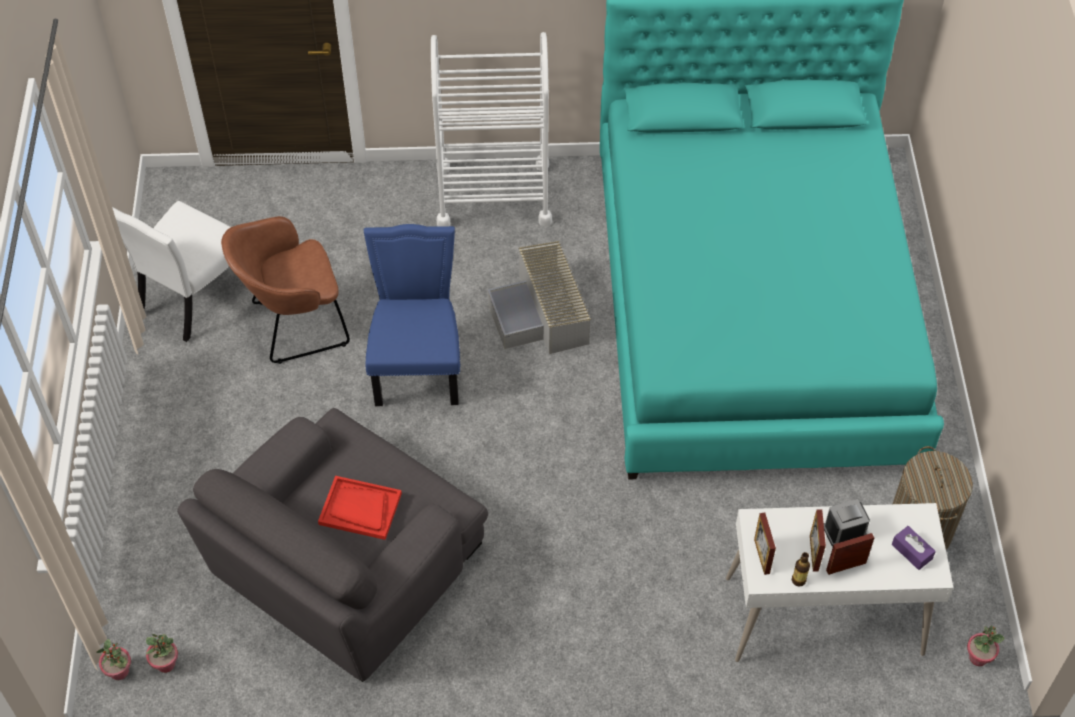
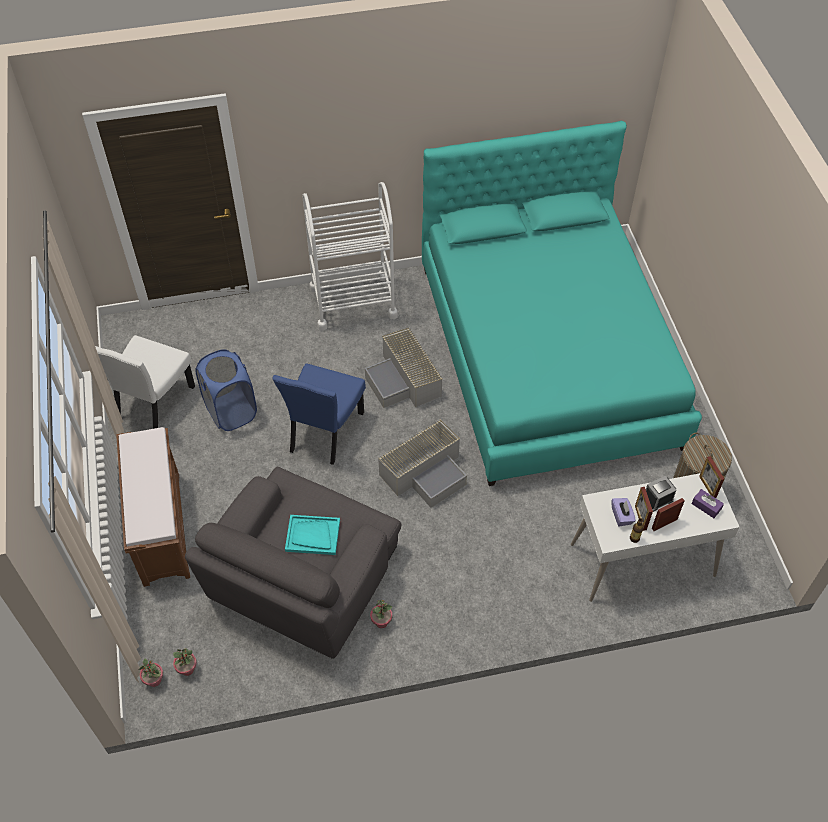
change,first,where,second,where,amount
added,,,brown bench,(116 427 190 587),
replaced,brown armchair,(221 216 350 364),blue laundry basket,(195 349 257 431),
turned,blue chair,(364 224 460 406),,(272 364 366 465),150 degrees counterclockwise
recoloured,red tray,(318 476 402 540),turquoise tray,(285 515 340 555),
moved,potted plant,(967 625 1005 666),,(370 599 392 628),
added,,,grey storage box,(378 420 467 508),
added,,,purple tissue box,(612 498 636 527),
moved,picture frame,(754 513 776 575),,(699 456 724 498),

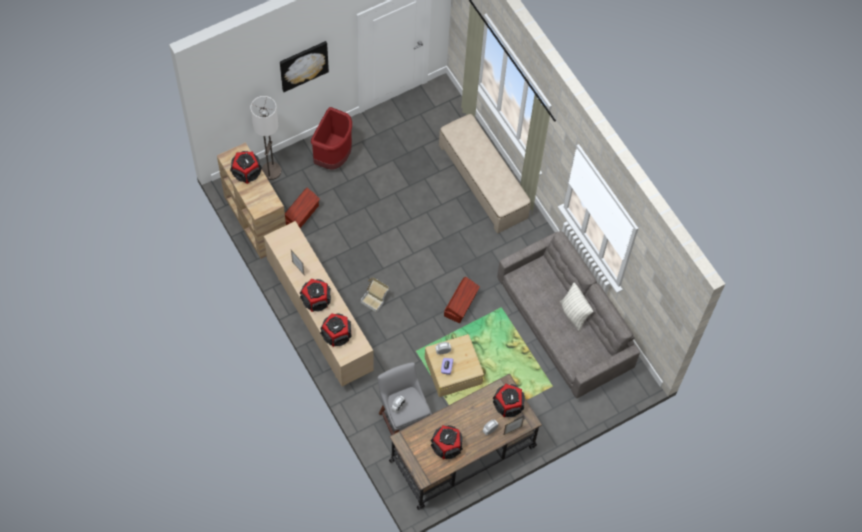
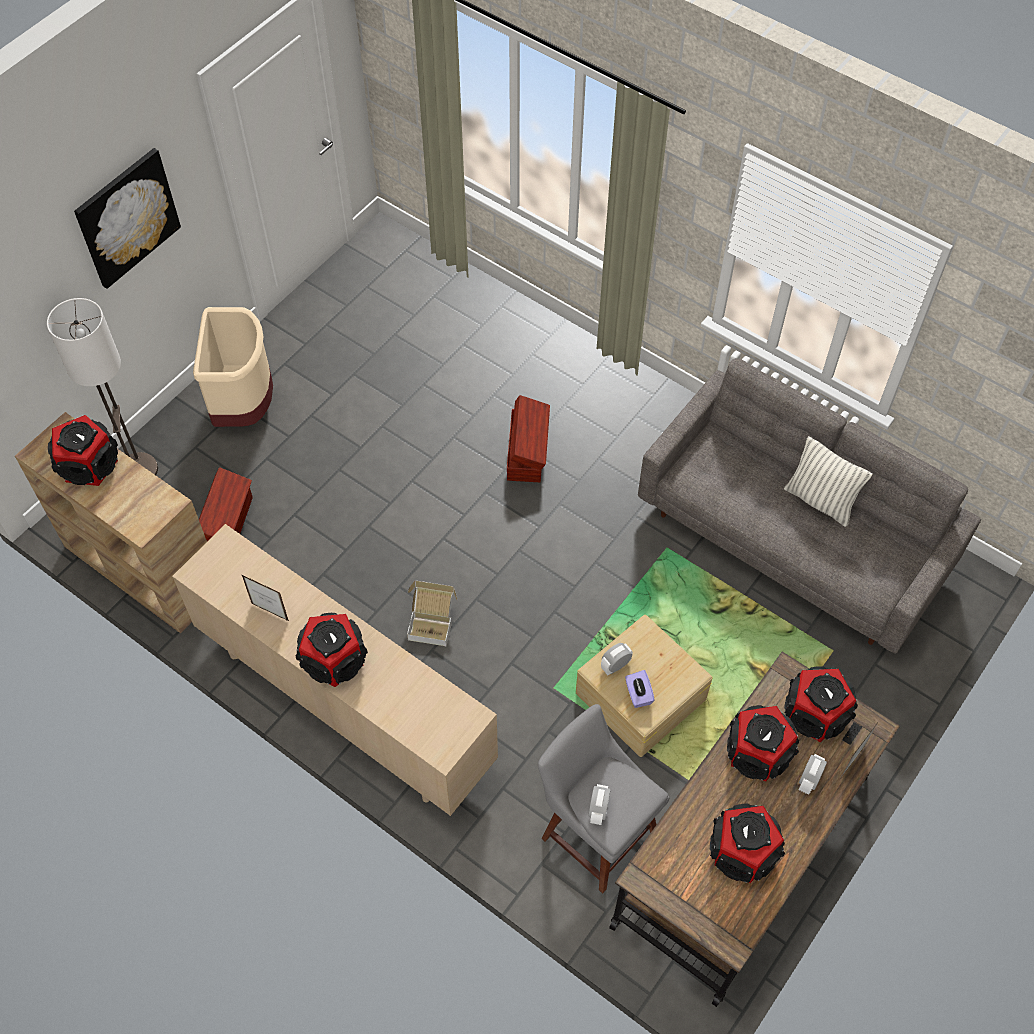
change,first,where,second,where,amount
recoloured,red trash can,(311 107 352 170),beige trash can,(193 307 273 427),
moved,brown storage box,(444 277 480 324),,(507 395 550 482),
moved,speaker,(320 313 352 347),,(727 705 799 781),
removed,beige bench,(439 114 531 233),,,

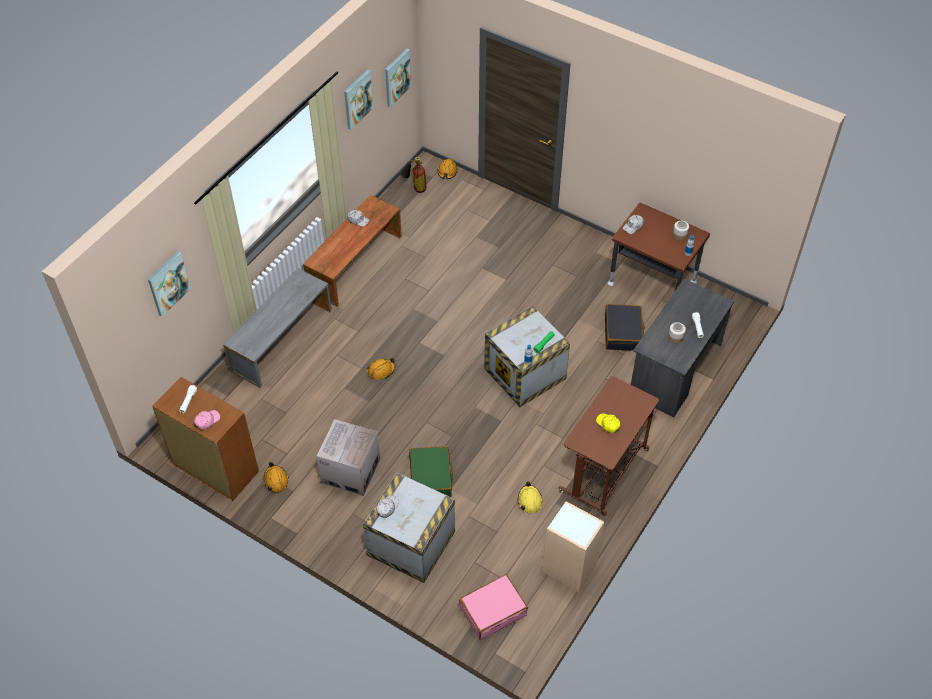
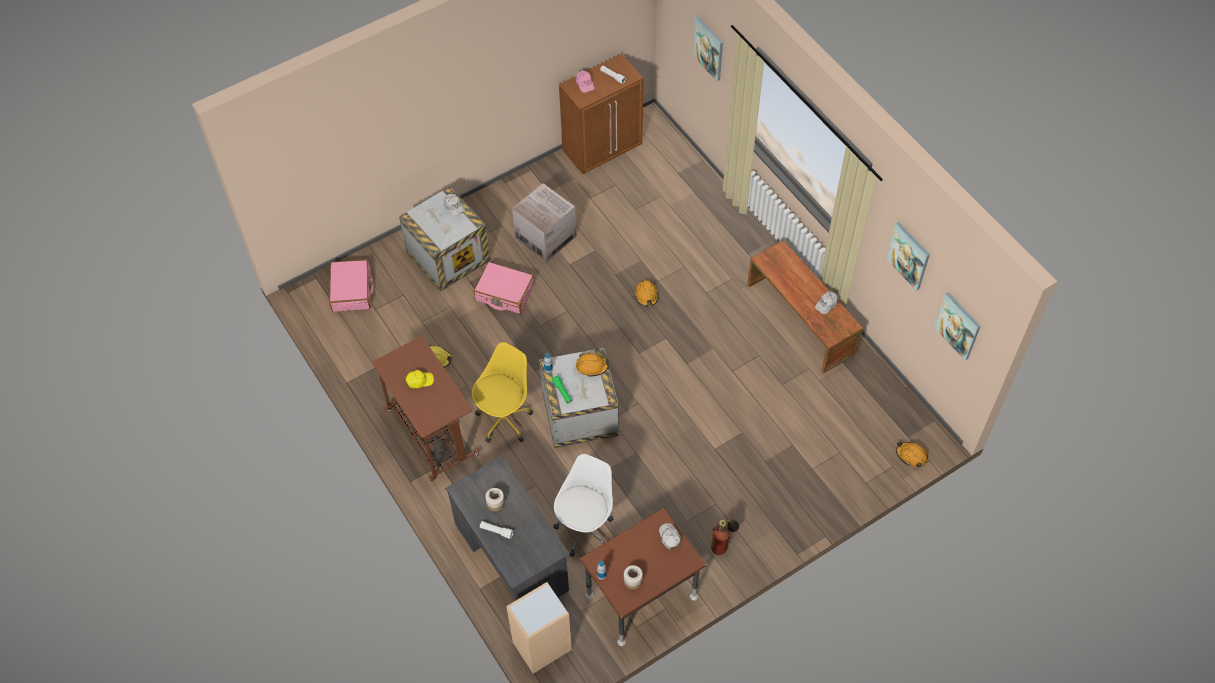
change,first,where,second,where,amount
added,,,yellow office chair,(472 342 533 443),
recoloured,green suitcase,(409 446 453 497),pink suitcase,(474 262 535 314),
moved,bookcase,(542 501 604 592),,(506 582 572 674),
replaced,black suitcase,(605 304 645 351),white office chair,(553 454 613 557),
moved,orange hard hat,(264 462 289 492),,(576 353 610 377),
moved,fire extinguisher,(401 157 426 193),,(711 519 739 555),
removed,grey bench,(223 268 332 388),,,

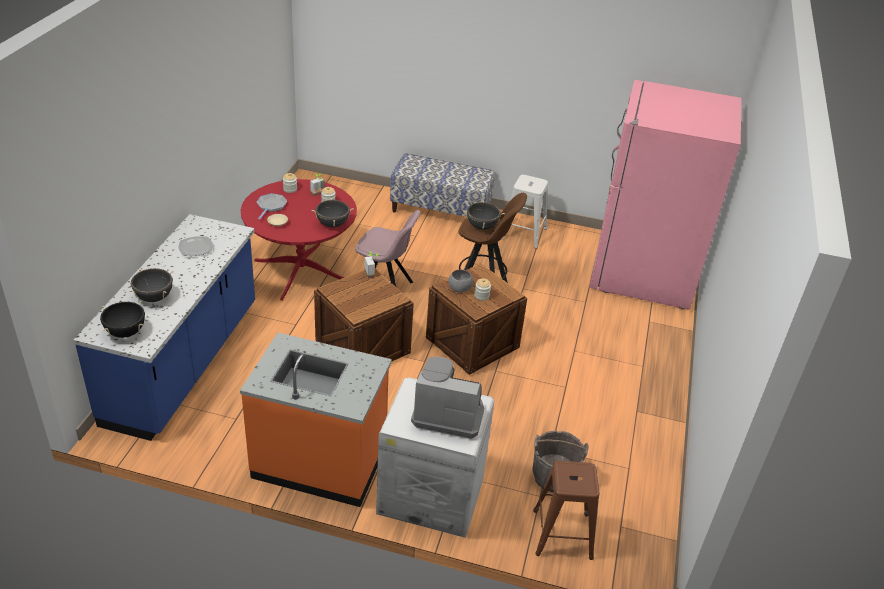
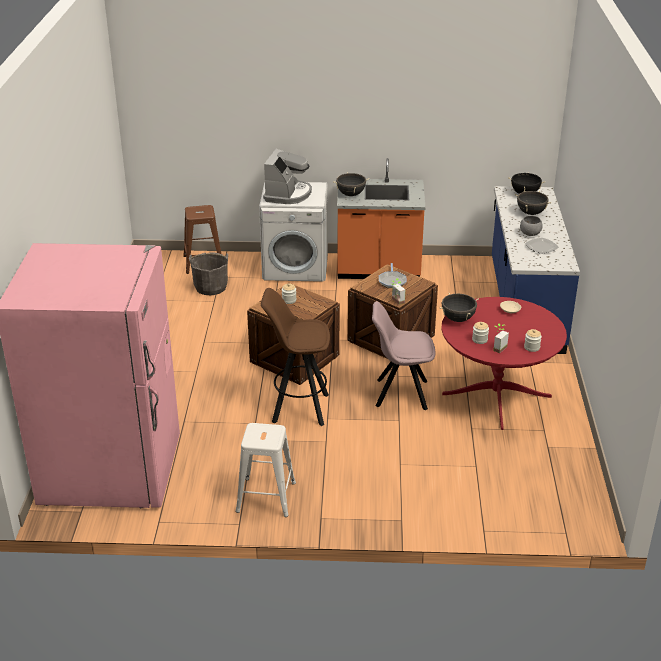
change,first,where,second,where,amount
turned,coffee machine,(411 357 484 439),,(263 149 312 204),75 degrees counterclockwise
moved,black cooking pot,(463 201 505 230),,(333 172 370 196),
moved,frying pan,(257 193 287 219),,(379 263 407 288),
moved,grey bowl,(448 270 473 293),,(520 216 543 236),
removed,bench,(390 153 495 217),,,

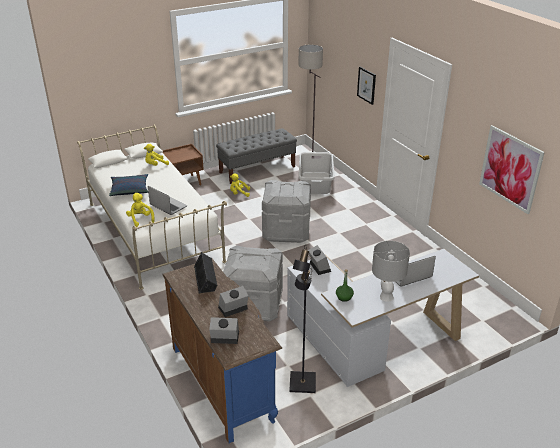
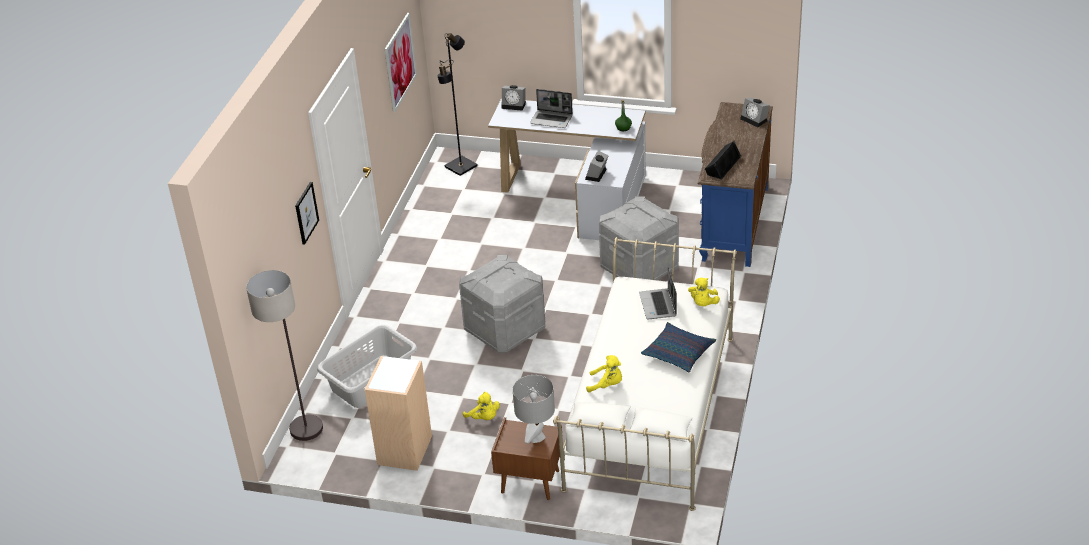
change,first,where,second,where,amount
replaced,grey bench,(216 128 297 184),bookcase,(365 356 432 471),
moved,black floor lamp,(289 244 316 393),,(437 33 478 176),
moved,alarm clock,(218 286 248 317),,(502 85 526 111),
moved,grey table lamp,(372 241 410 302),,(513 375 555 444),

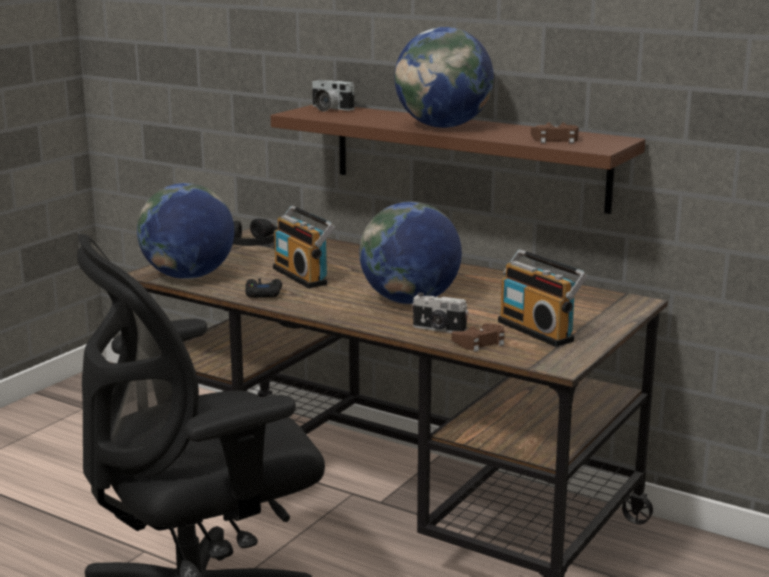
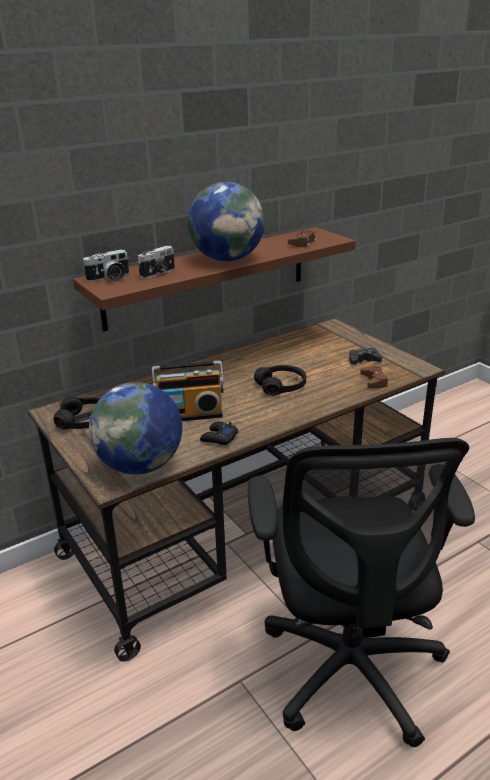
change,first,where,second,where,amount
moved,photo camera,(412 292 469 333),,(138 246 175 279),
replaced,globe,(359 202 462 304),black headphones,(254 365 306 396),
replaced,radio,(498 249 588 347),black game controller,(349 348 382 365),

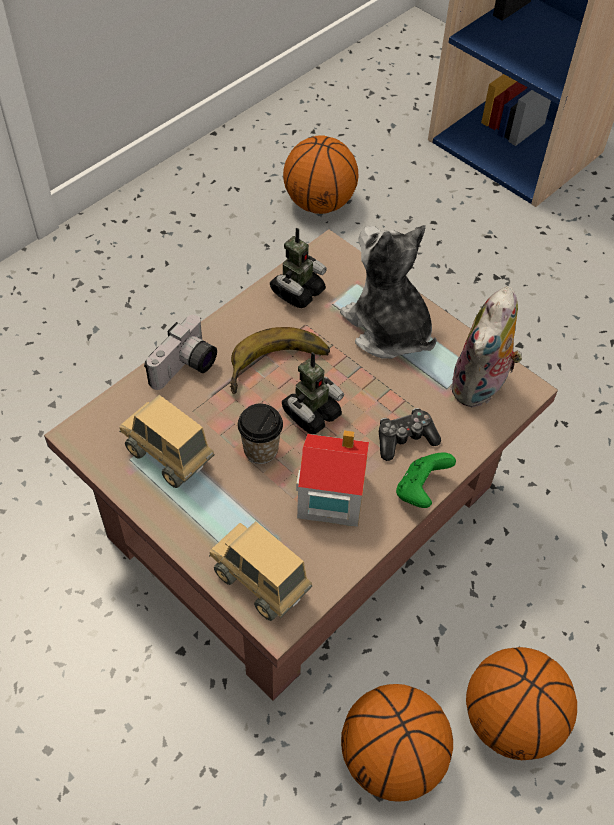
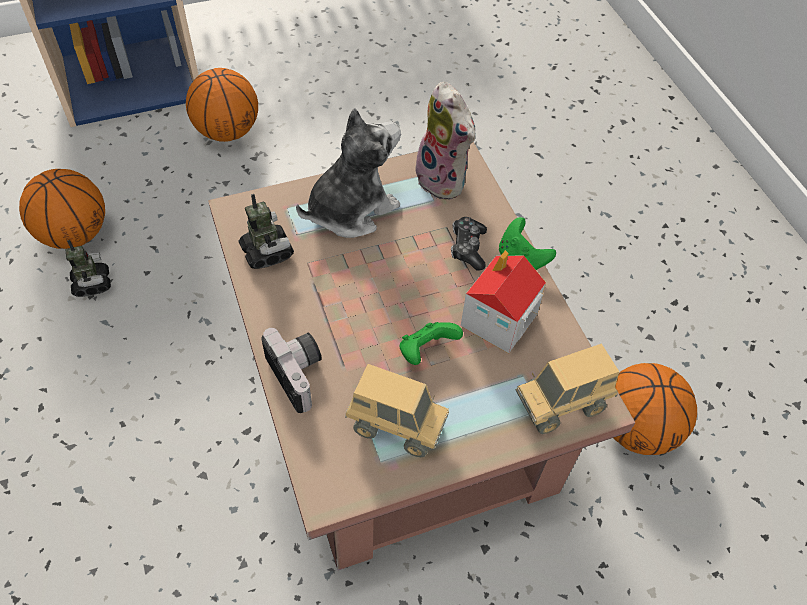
change,first,where,second,where,amount
moved,toy robot,(282 352 344 434),,(66 240 111 297),
moved,basketball,(466 647 577 760),,(186 68 258 142),
turned,plush toy,(340 225 437 359),,(296 108 401 238),150 degrees clockwise
turned,toy truck,(119 395 214 488),,(345 364 449 457),135 degrees counterclockwise
replaced,cup,(238 403 283 464),green game controller,(399 322 463 365),
removed,banana,(230 327 330 394),,,

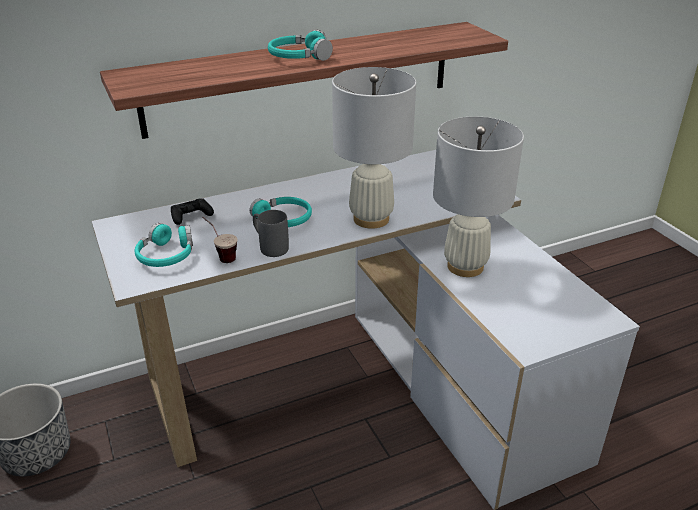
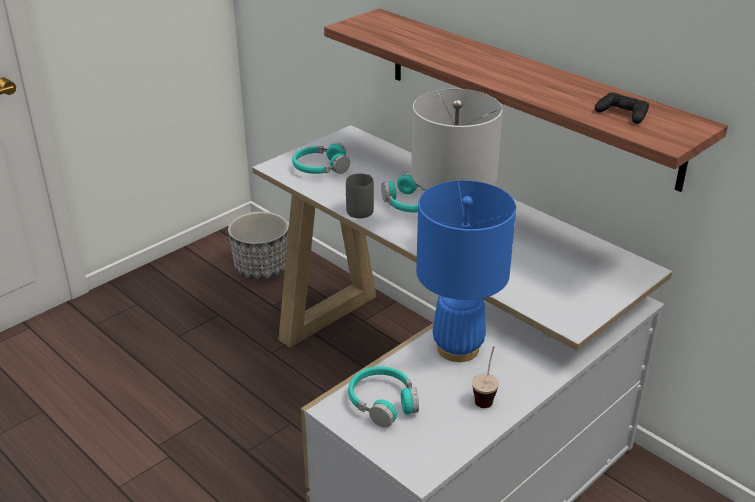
change,first,where,second,where,amount
moved,turquoise headphones,(268 30 333 61),,(348 366 419 428),
recoloured,white table lamp,(433 117 524 277),blue table lamp,(416 180 516 362),
moved,cup,(202 216 237 263),,(472 346 499 408),
moved,black game controller,(171 198 214 225),,(595 92 649 124),

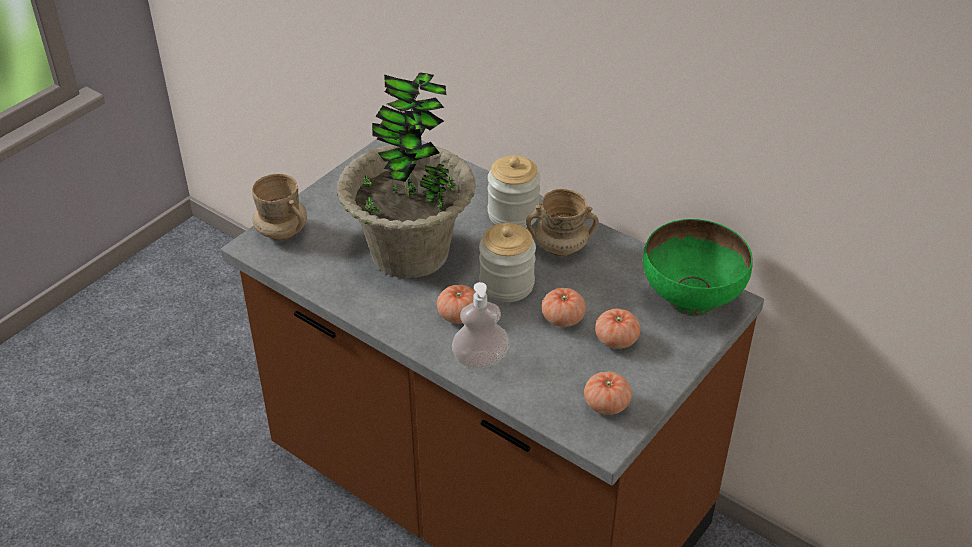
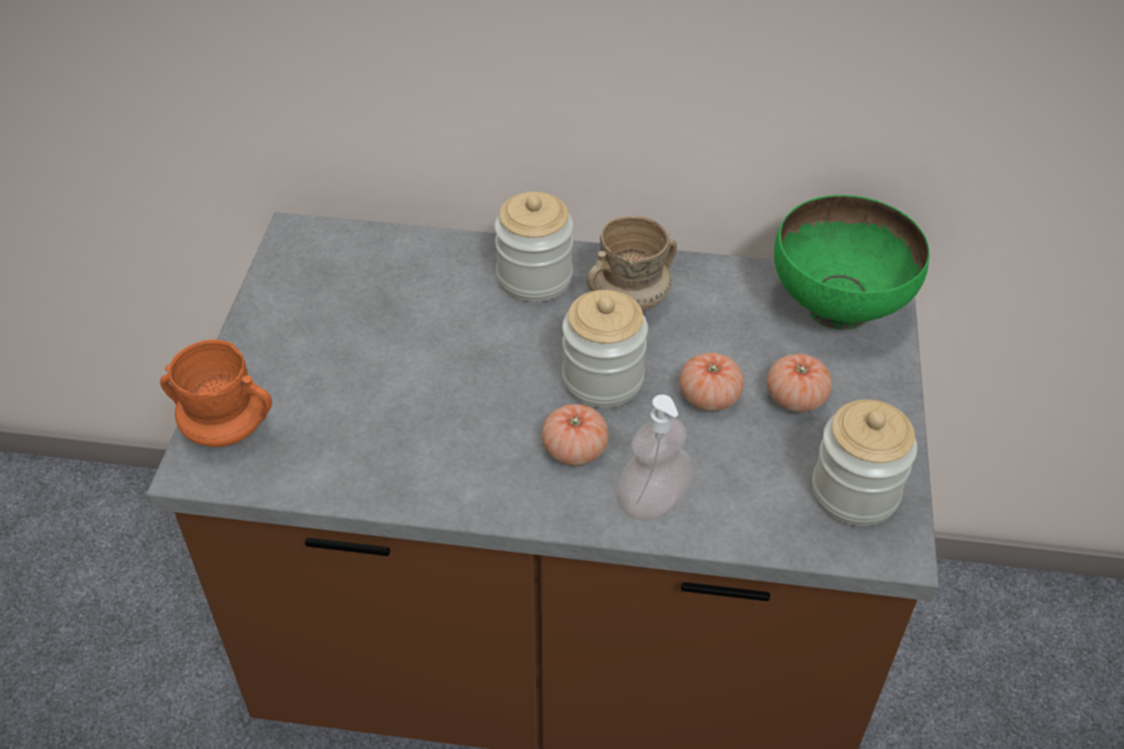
change,first,where,second,where,amount
recoloured,beige mug,(252 174 307 241),orange mug,(160 339 272 447),
replaced,tomato,(584 371 632 415),jar,(812 399 917 526),
removed,potted plant,(337 72 476 278),,,

